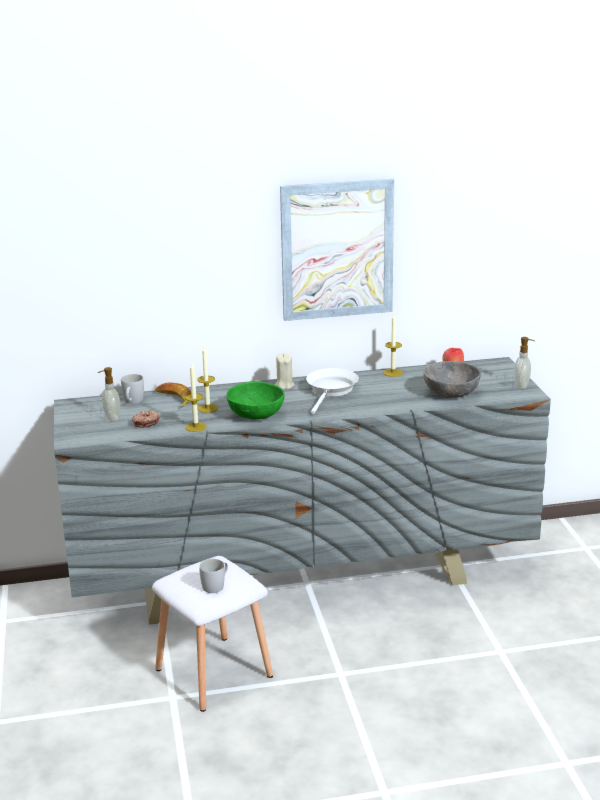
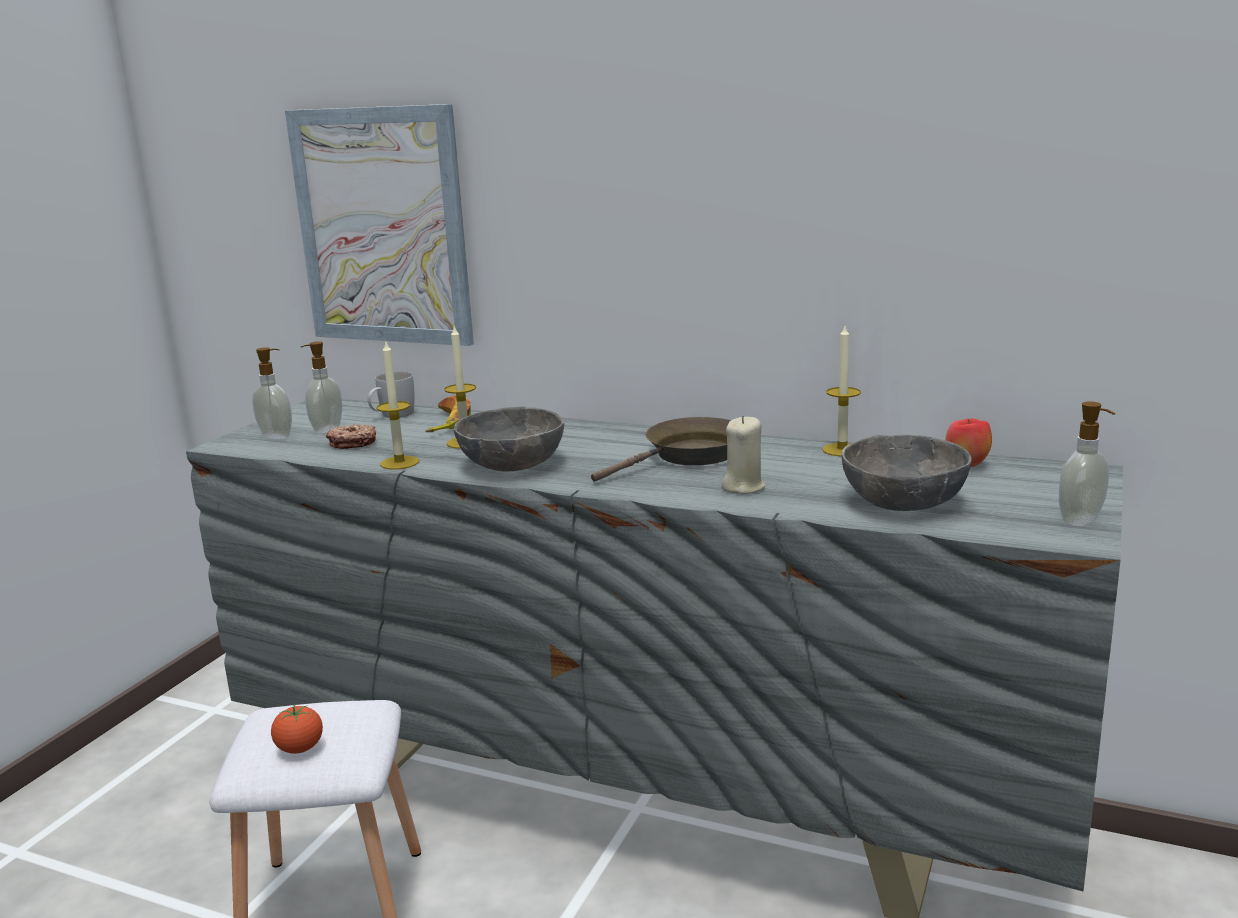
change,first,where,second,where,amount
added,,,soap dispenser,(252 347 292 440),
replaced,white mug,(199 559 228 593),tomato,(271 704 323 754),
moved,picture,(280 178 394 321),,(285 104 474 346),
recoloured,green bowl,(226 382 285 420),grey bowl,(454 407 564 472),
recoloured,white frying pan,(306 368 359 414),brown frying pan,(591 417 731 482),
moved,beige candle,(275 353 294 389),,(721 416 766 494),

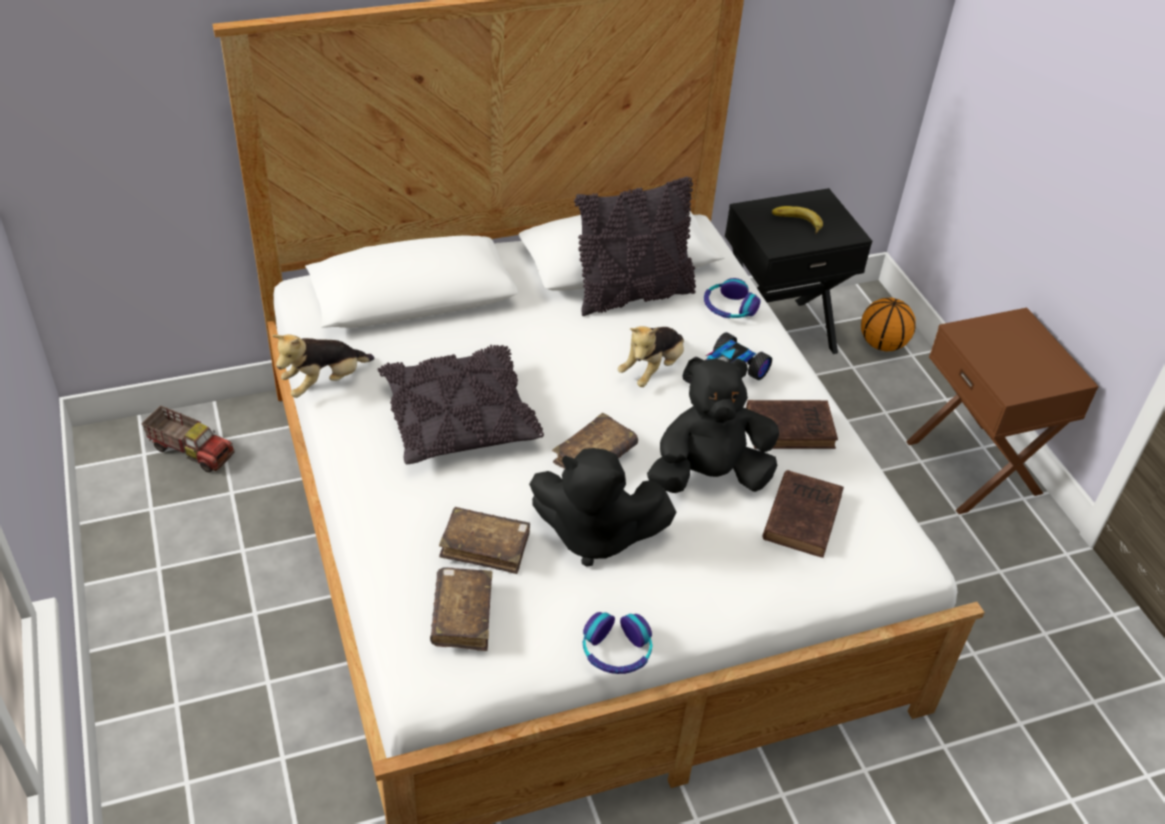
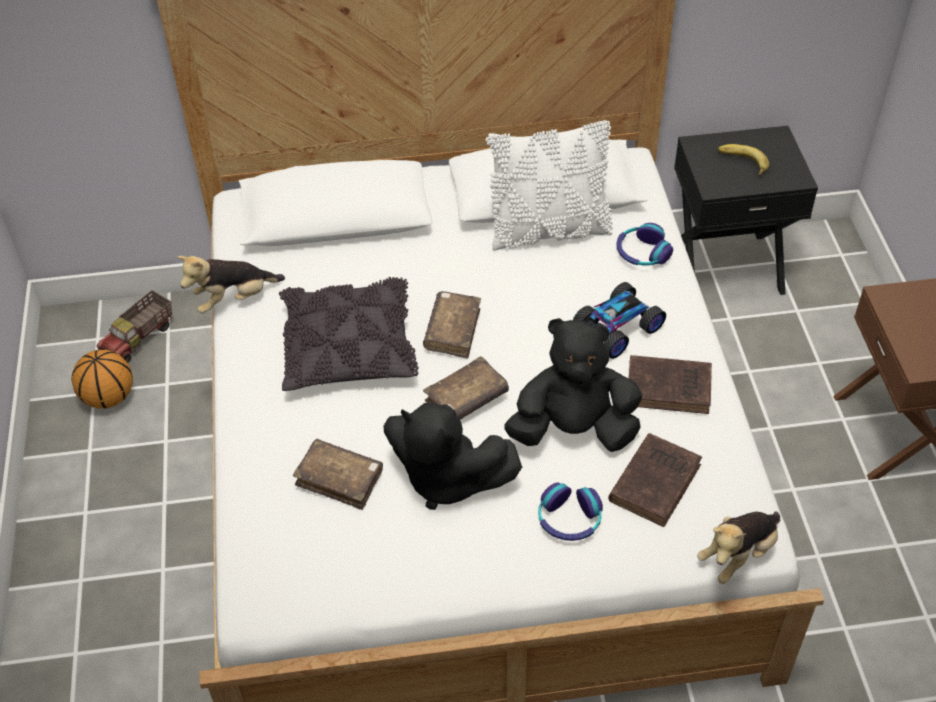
change,first,where,second,where,amount
moved,basketball,(861 298 916 351),,(71 350 133 408),
turned,toy truck,(142 406 235 473),,(96 290 172 363),90 degrees clockwise
moved,brown book,(430 568 492 651),,(423 291 481 358),
recoloured,black pillow,(574 177 696 316),white pillow,(485 120 613 251),
moved,headphones,(583 612 653 674),,(538 483 603 541),
moved,plush toy,(618 326 684 387),,(697 511 780 584),

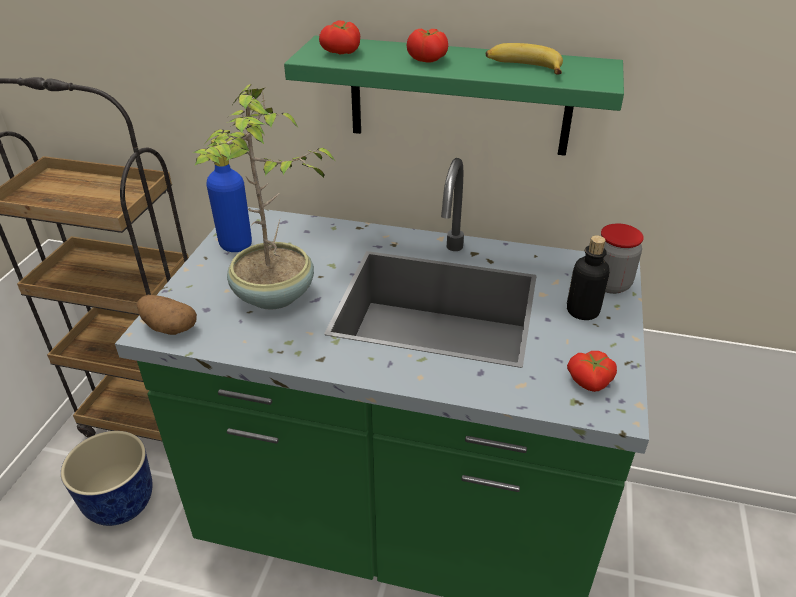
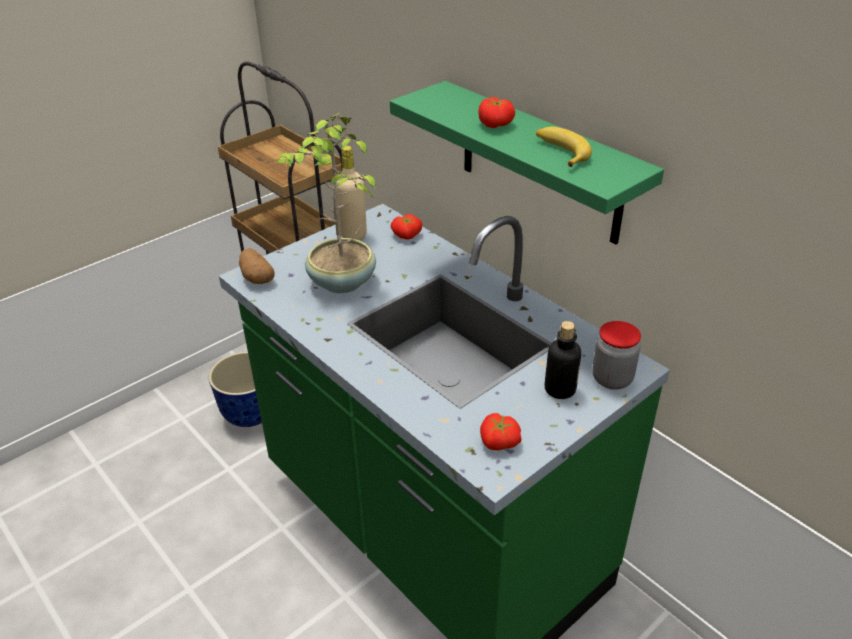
change,first,where,second,where,amount
recoloured,blue bottle,(206 138 252 252),beige bottle,(337 146 367 240),
moved,tomato,(319 21 360 55),,(391 214 422 240),

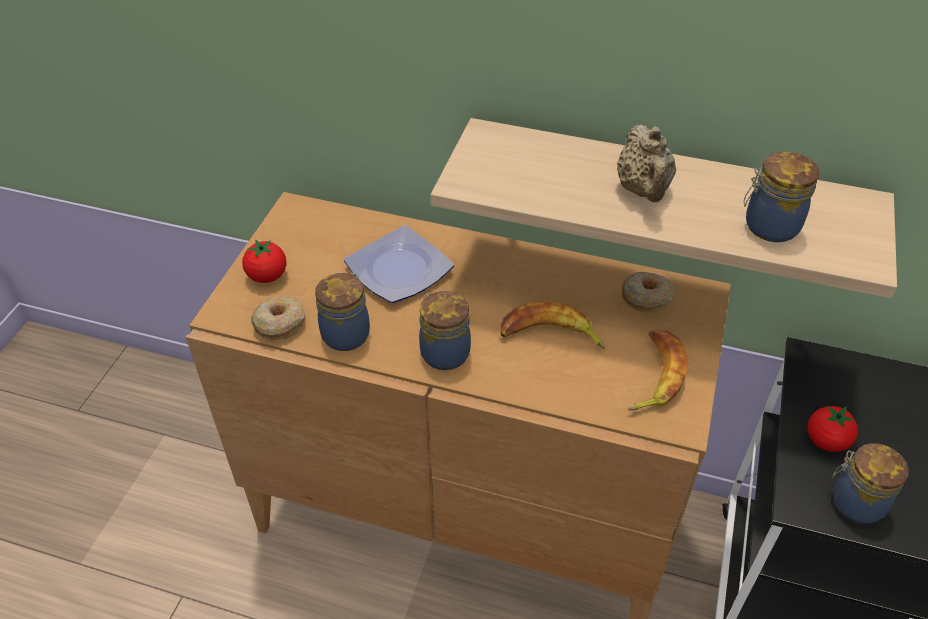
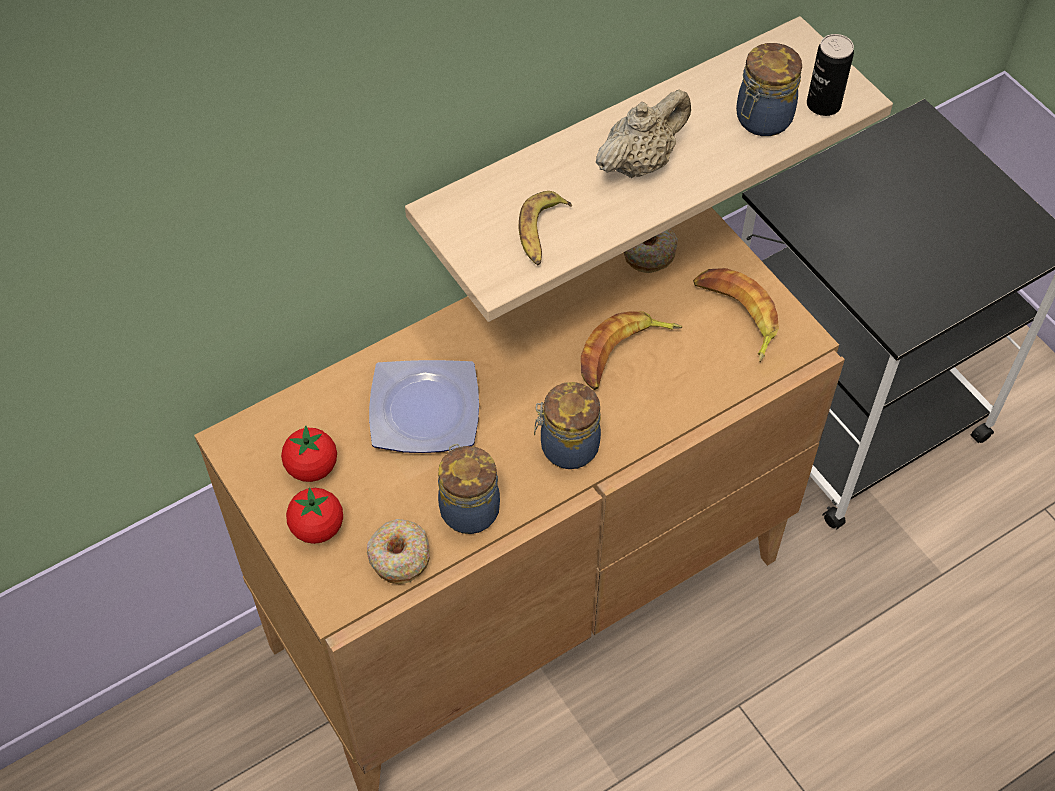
change,first,where,second,where,amount
moved,tomato,(808 406 858 452),,(281 425 337 482),
added,,,banana,(518 191 572 265),
turned,beige teapot,(617 125 676 202),,(596 89 691 178),75 degrees counterclockwise
added,,,can,(807 34 854 116),
removed,jar,(832 443 909 524),,,

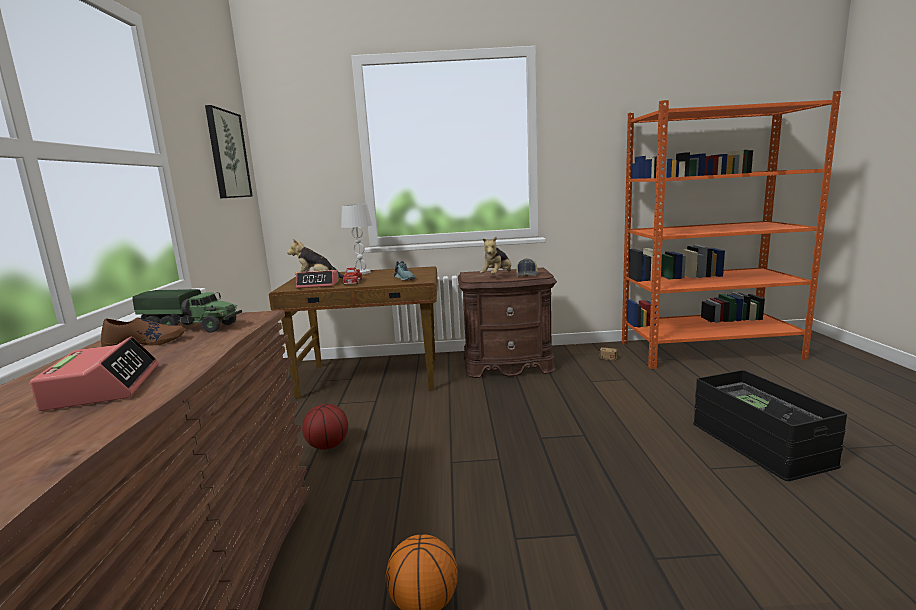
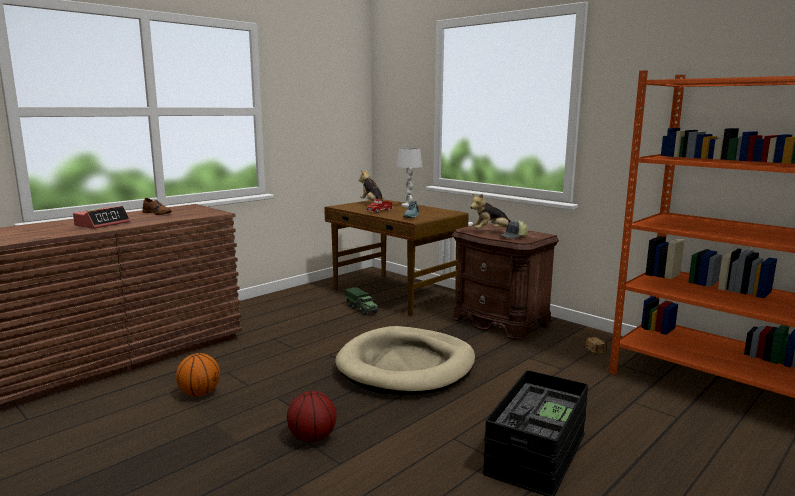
change,first,where,second,where,amount
moved,basketball,(302 404 348 450),,(287 391 337 442),
added,,,beige dog bed,(335 326 475 395),
moved,toy truck,(132 289 242 333),,(345 287 379 315),
removed,picture,(205 105 253 199),,,
removed,alarm clock,(296 270 339 288),,,

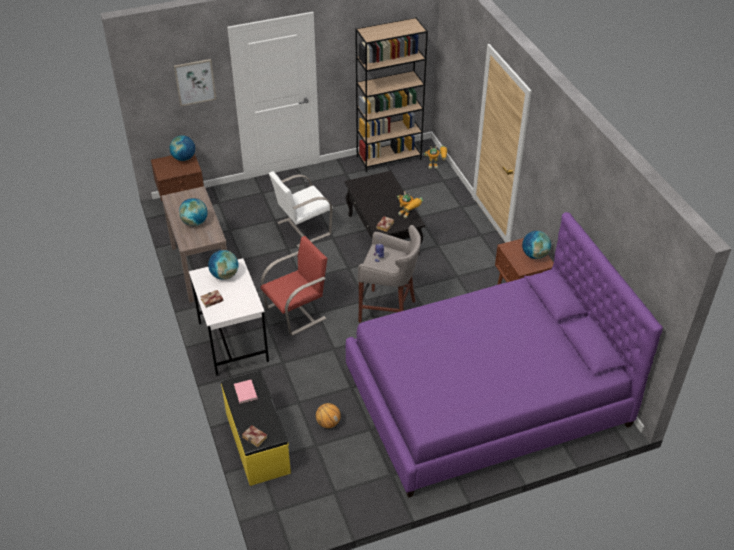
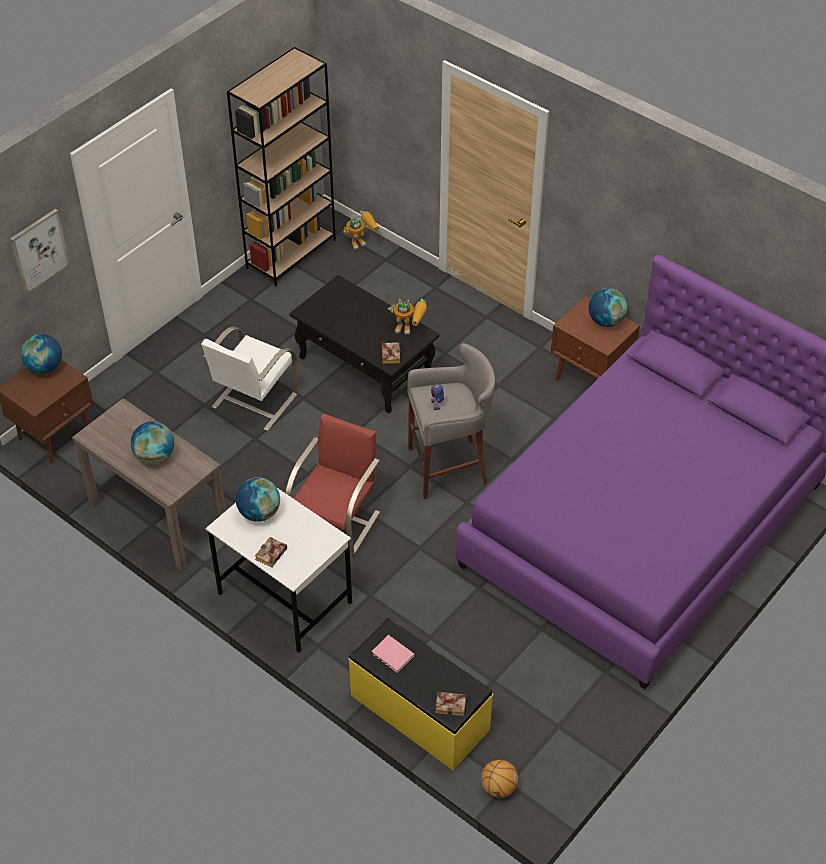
change,first,where,second,where,amount
moved,basketball,(316 403 341 428),,(481 760 518 798),

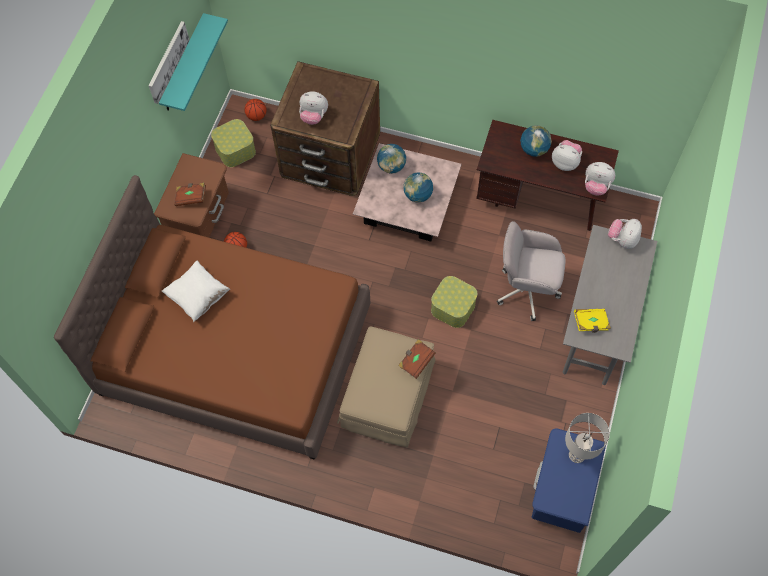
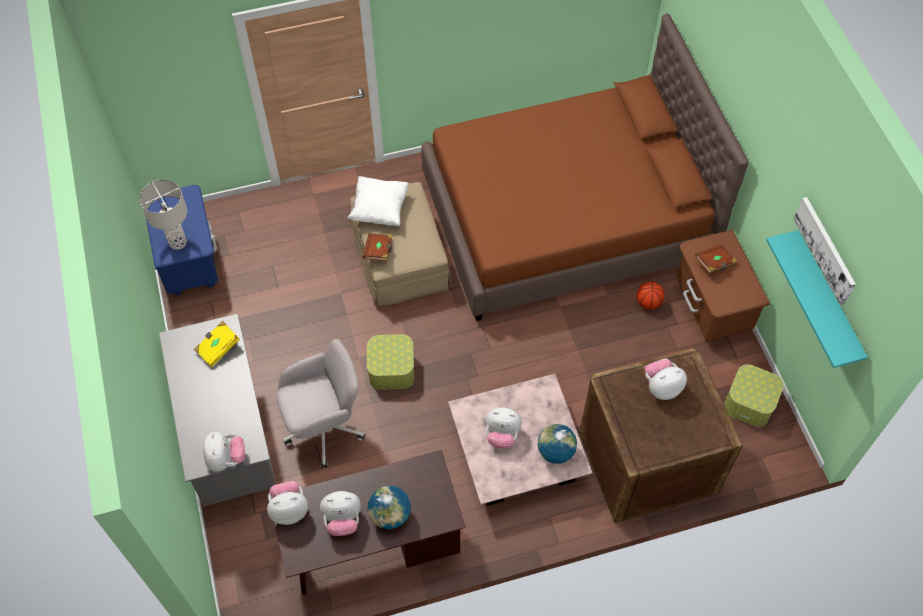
change,first,where,second,where,amount
moved,white pillow,(162 261 230 322),,(347 176 409 226),
replaced,globe,(403 172 433 203),plush toy,(485 407 522 448),
removed,basketball,(244 99 266 121),,,

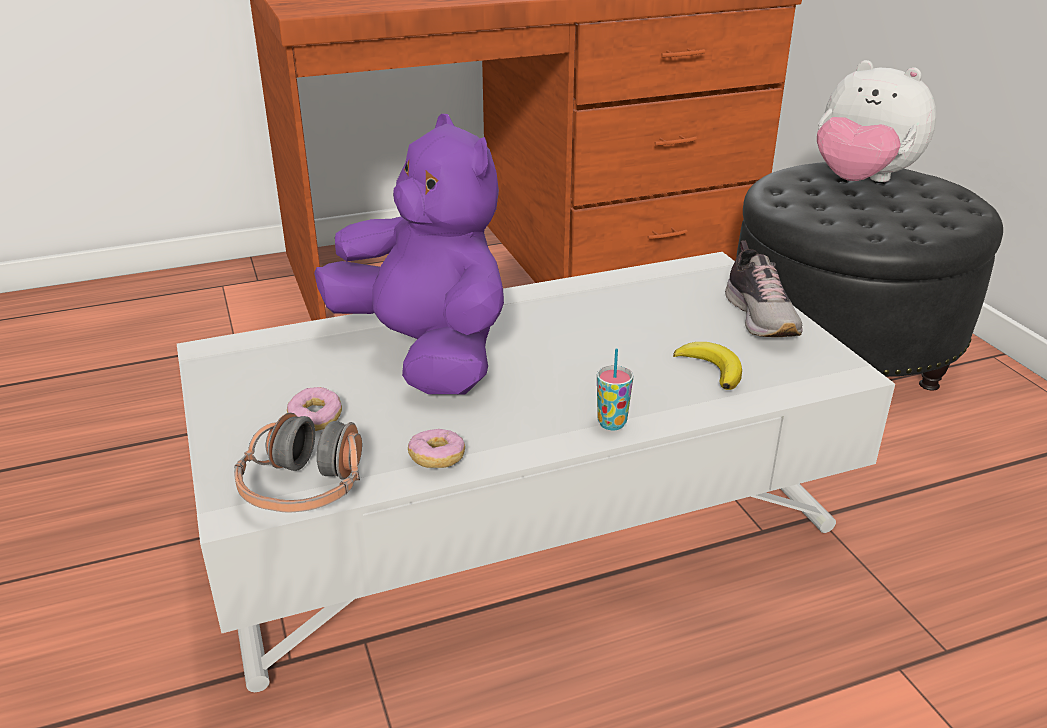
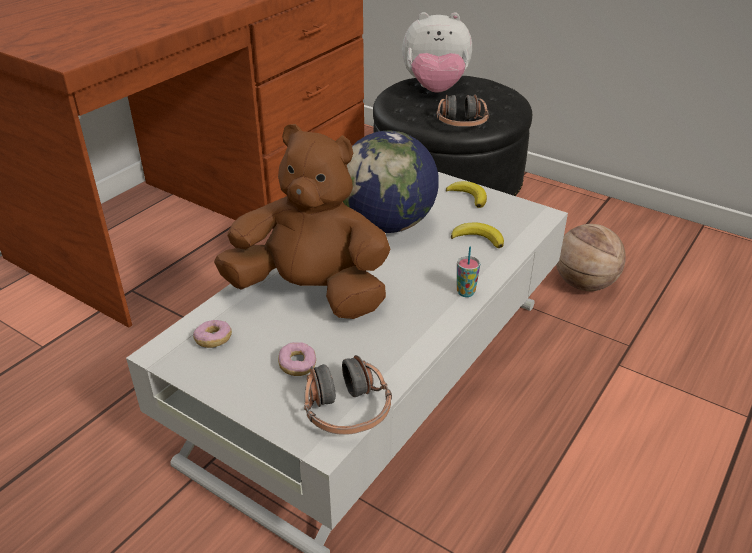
change,first,where,second,where,amount
moved,donut,(408 429 465 468),,(193 320 232 348),
recoloured,purple plush toy,(314 114 504 394),brown plush toy,(214 124 391 319),
added,,,globe,(343 131 439 233),
added,,,headphones,(436 94 489 127),
replaced,shoe,(725 241 802 337),banana,(446 181 487 208),
added,,,basketball,(556 224 626 291),

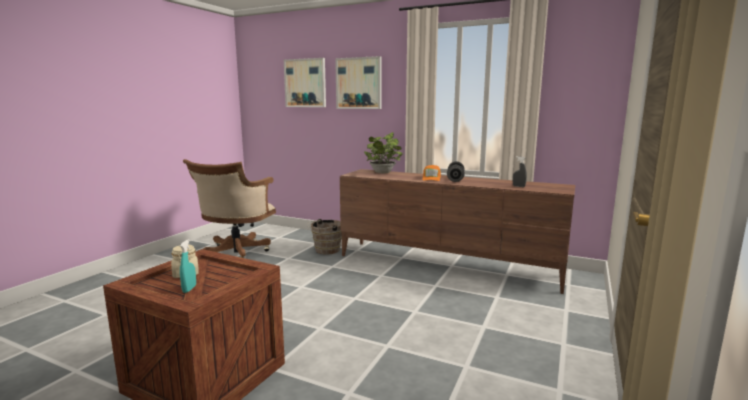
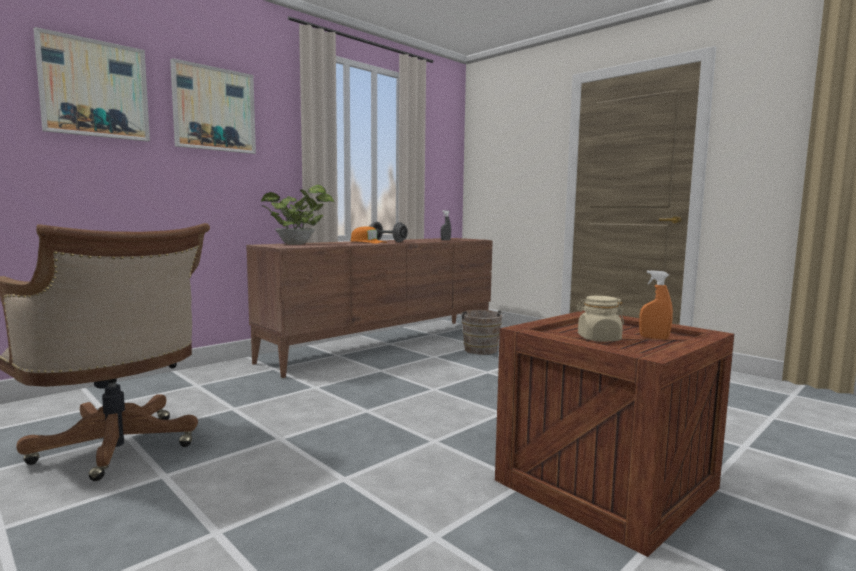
change,first,where,second,where,amount
moved,brown bucket,(307 219 342 255),,(461 310 504 355),
recoloured,turquoise spray bottle,(180 239 196 293),orange spray bottle,(639 270 673 340),

